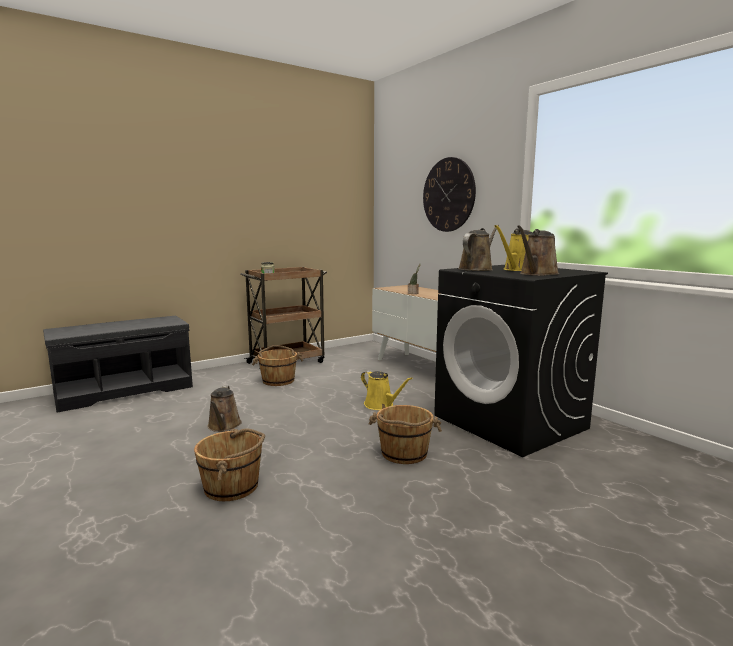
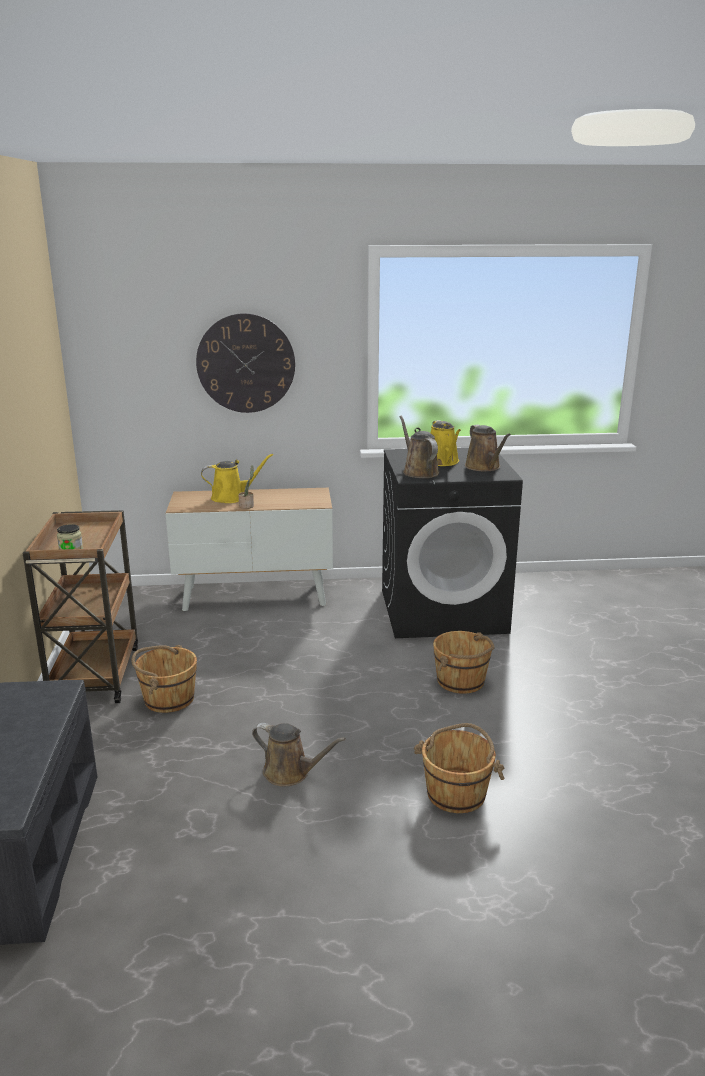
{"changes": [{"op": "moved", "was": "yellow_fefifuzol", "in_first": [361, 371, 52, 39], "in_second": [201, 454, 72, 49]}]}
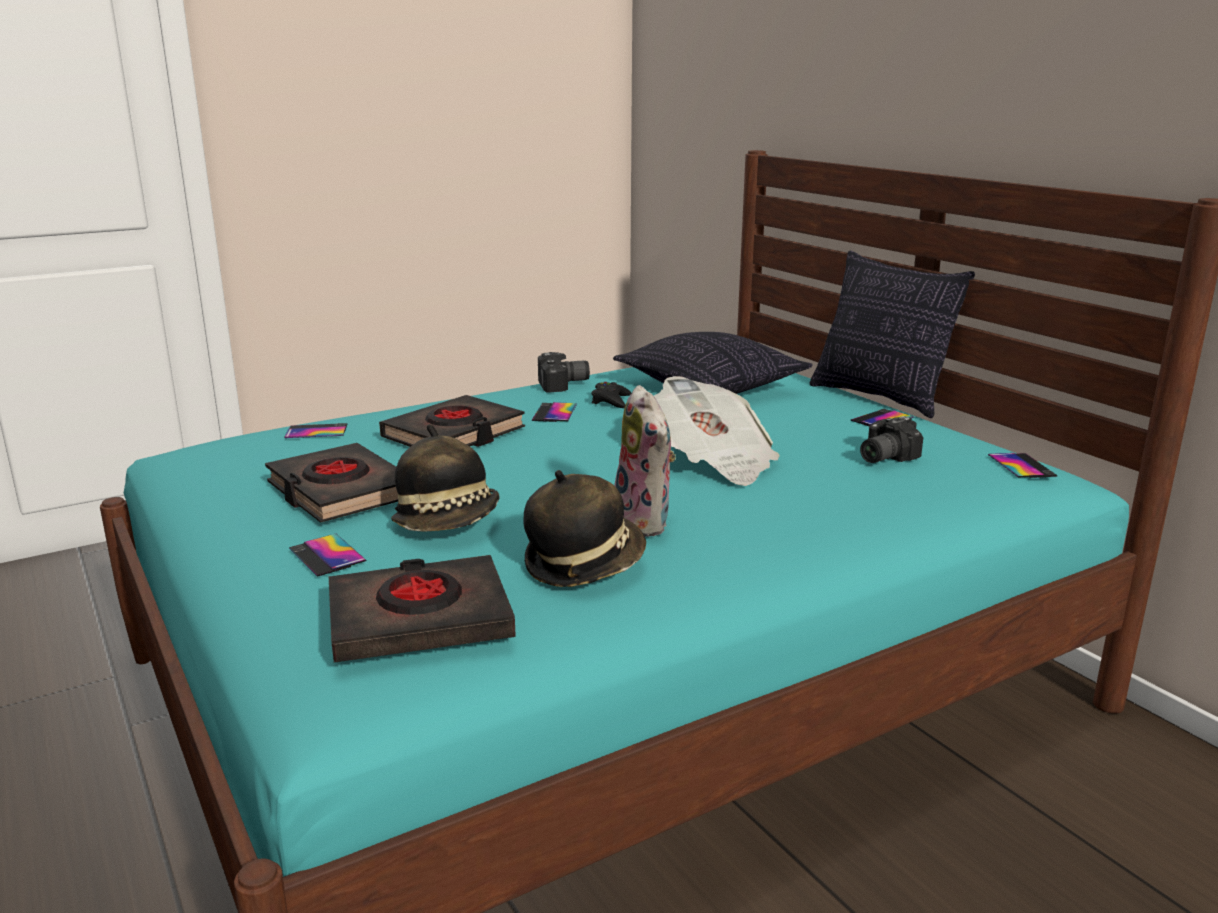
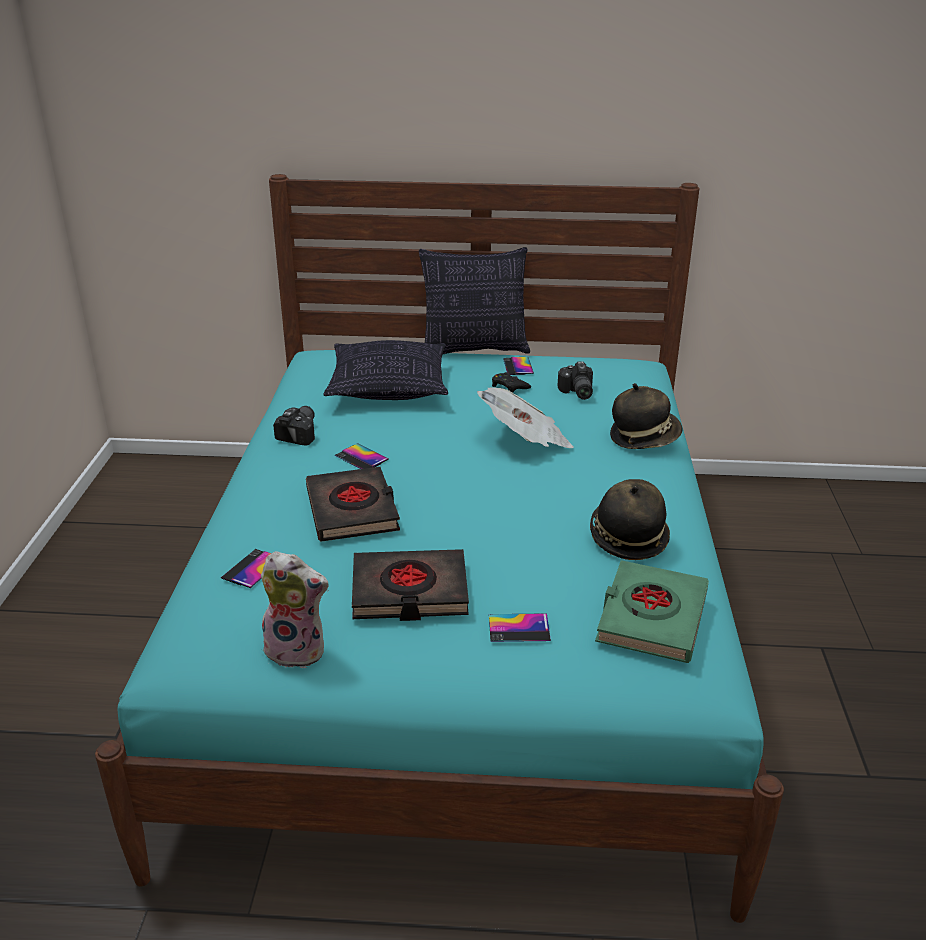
{"changes": [{"op": "removed", "was": "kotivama", "in_first": [988, 453, 70, 25]}, {"op": "moved", "was": "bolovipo", "in_first": [391, 424, 109, 108], "in_second": [610, 383, 72, 66]}, {"op": "moved", "was": "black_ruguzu", "in_first": [592, 382, 39, 26], "in_second": [492, 372, 39, 21]}, {"op": "moved", "was": "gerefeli", "in_first": [614, 385, 62, 152], "in_second": [261, 551, 68, 117]}, {"op": "recoloured", "was": "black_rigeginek", "now": "green_rigeginek", "in_first": [329, 555, 187, 108], "in_second": [595, 560, 114, 103]}]}
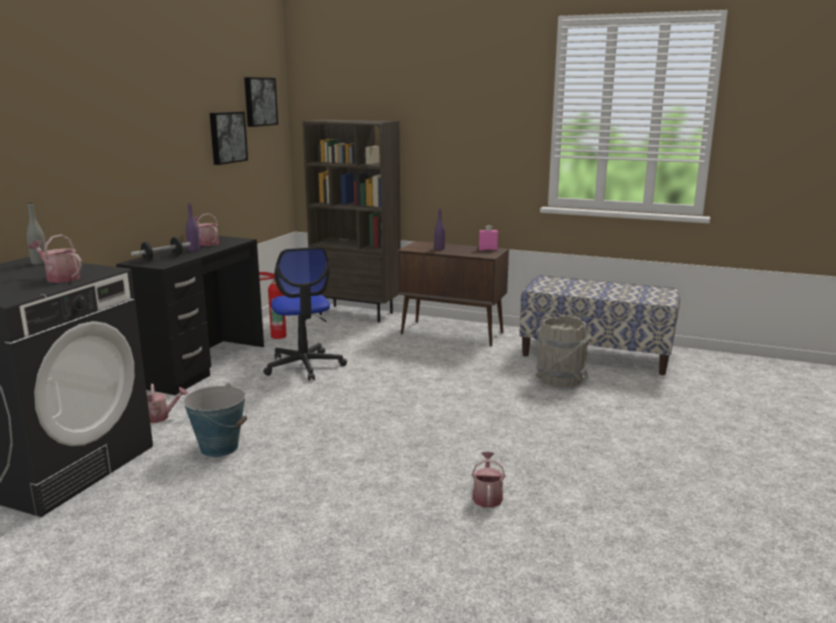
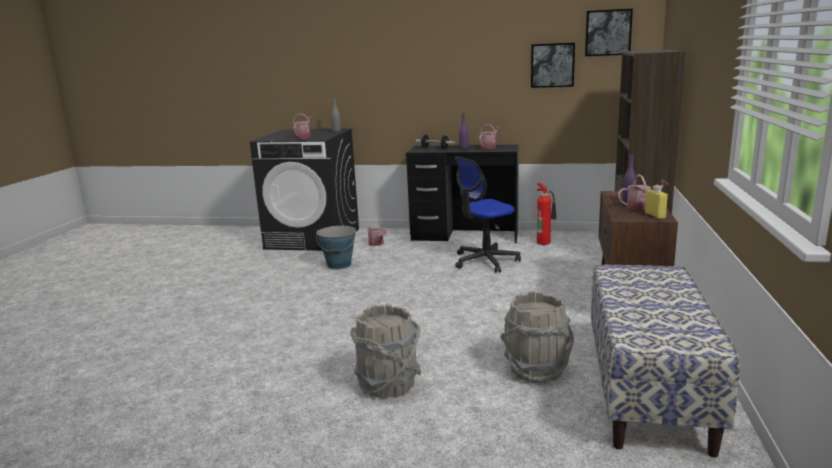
{"changes": [{"op": "added", "now": "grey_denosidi", "in_second": [350, 304, 71, 95]}, {"op": "moved", "was": "fefifuzol", "in_first": [472, 452, 33, 56], "in_second": [618, 175, 51, 35]}, {"op": "recoloured", "was": "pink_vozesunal", "now": "yellow_vozesunal", "in_first": [479, 225, 19, 26], "in_second": [645, 185, 23, 34]}]}
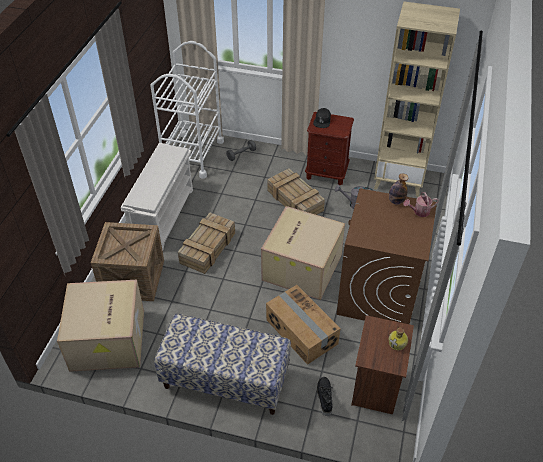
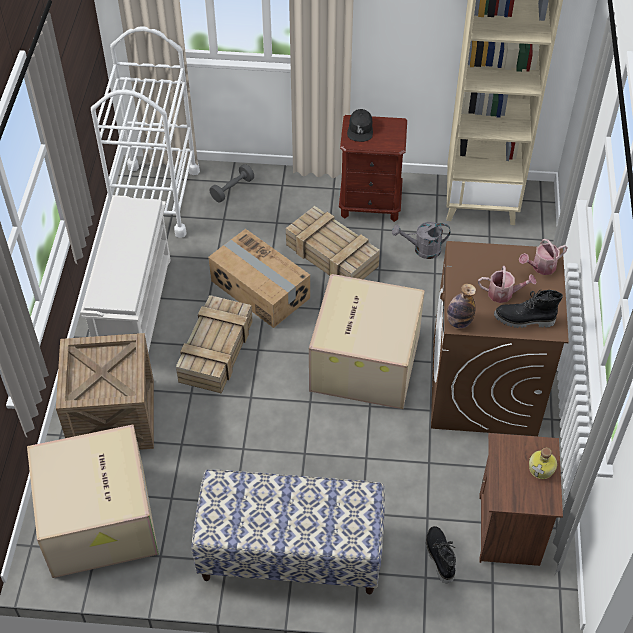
{"changes": [{"op": "added", "now": "fefifuzol", "in_second": [478, 266, 59, 37]}, {"op": "added", "now": "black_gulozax", "in_second": [494, 290, 69, 38]}, {"op": "moved", "was": "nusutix", "in_first": [266, 285, 75, 80], "in_second": [208, 229, 102, 99]}, {"op": "moved", "was": "vozesunal", "in_first": [389, 173, 19, 32], "in_second": [447, 283, 29, 45]}]}
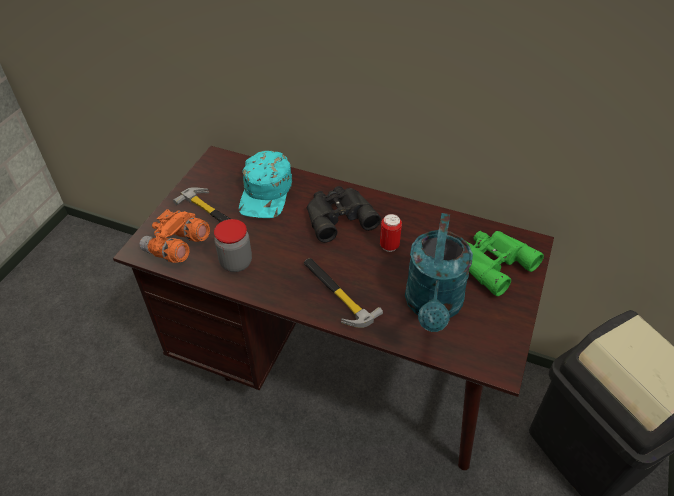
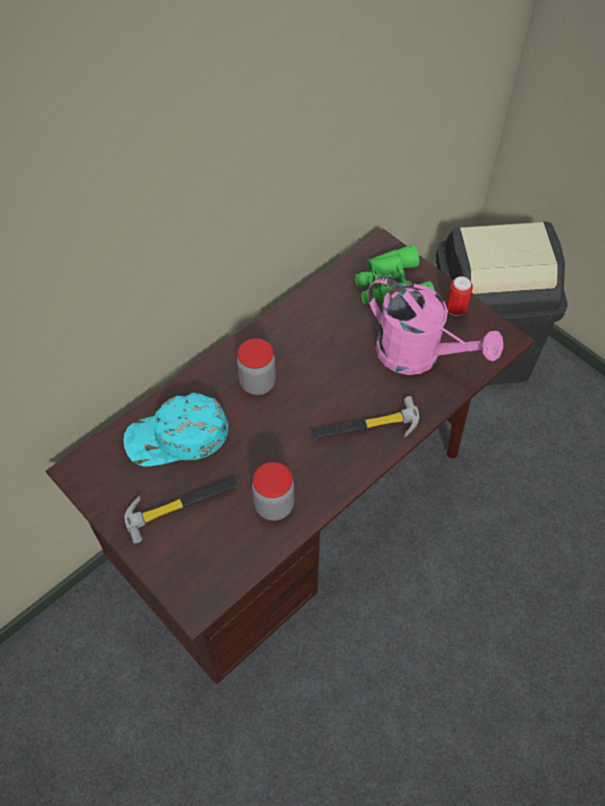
{"changes": [{"op": "removed", "was": "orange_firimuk", "in_first": [139, 209, 71, 54]}, {"op": "moved", "was": "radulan", "in_first": [380, 214, 22, 38], "in_second": [446, 276, 27, 40]}, {"op": "replaced", "was": "black_firimuk", "now": "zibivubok", "in_first": [307, 186, 74, 57], "in_second": [237, 338, 39, 57]}, {"op": "recoloured", "was": "turquoise_fefifuzol", "now": "pink_fefifuzol", "in_first": [405, 213, 68, 119], "in_second": [368, 277, 135, 98]}, {"op": "turned", "was": "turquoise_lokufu", "in_first": [239, 151, 53, 67], "in_second": [123, 392, 105, 74], "clockwise": 135}]}
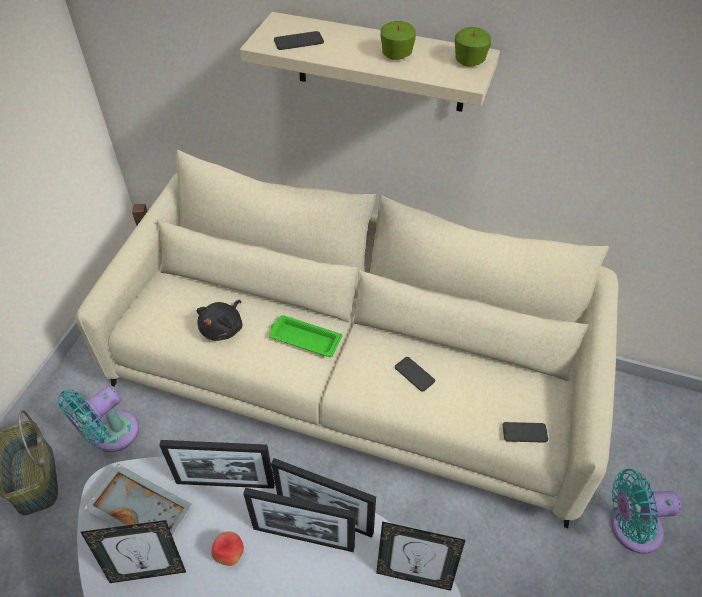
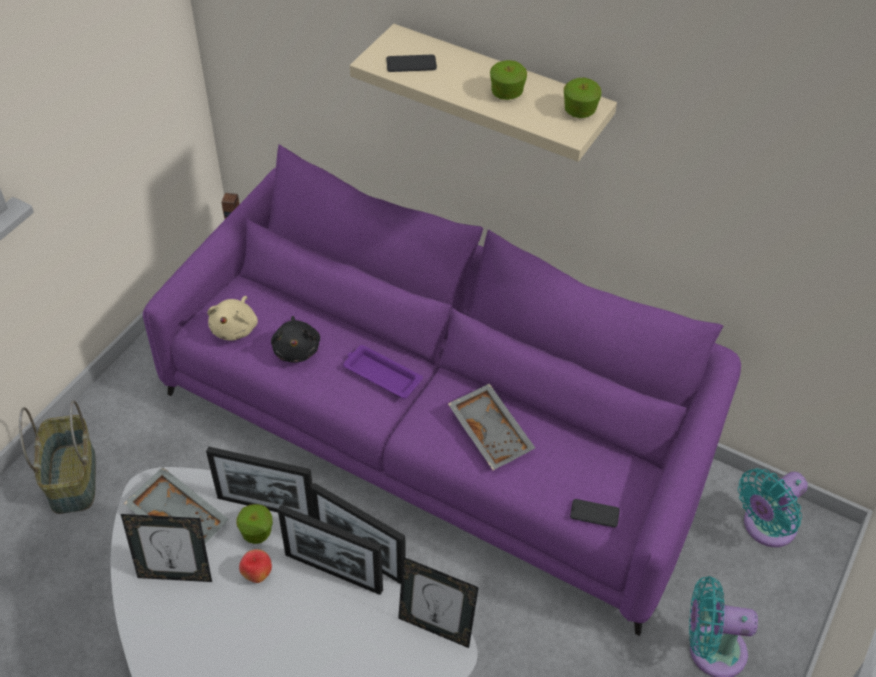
{"changes": [{"op": "added", "now": "beige_gerefeli", "in_second": [207, 296, 51, 45]}, {"op": "added", "now": "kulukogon", "in_second": [236, 504, 37, 40]}, {"op": "moved", "was": "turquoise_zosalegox", "in_first": [58, 386, 81, 66], "in_second": [738, 468, 70, 79]}, {"op": "replaced", "was": "kotivama", "now": "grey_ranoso", "in_first": [395, 357, 40, 35], "in_second": [448, 383, 87, 87]}, {"op": "recoloured", "was": "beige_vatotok", "now": "purple_vatotok", "in_first": [76, 150, 542, 378], "in_second": [143, 144, 598, 492]}, {"op": "recoloured", "was": "green_ranoso", "now": "purple_ranoso", "in_first": [269, 315, 74, 42], "in_second": [343, 345, 80, 54]}, {"op": "turned", "was": "black_gerefeli", "in_first": [197, 300, 46, 41], "in_second": [271, 316, 49, 46], "clockwise": -45}]}
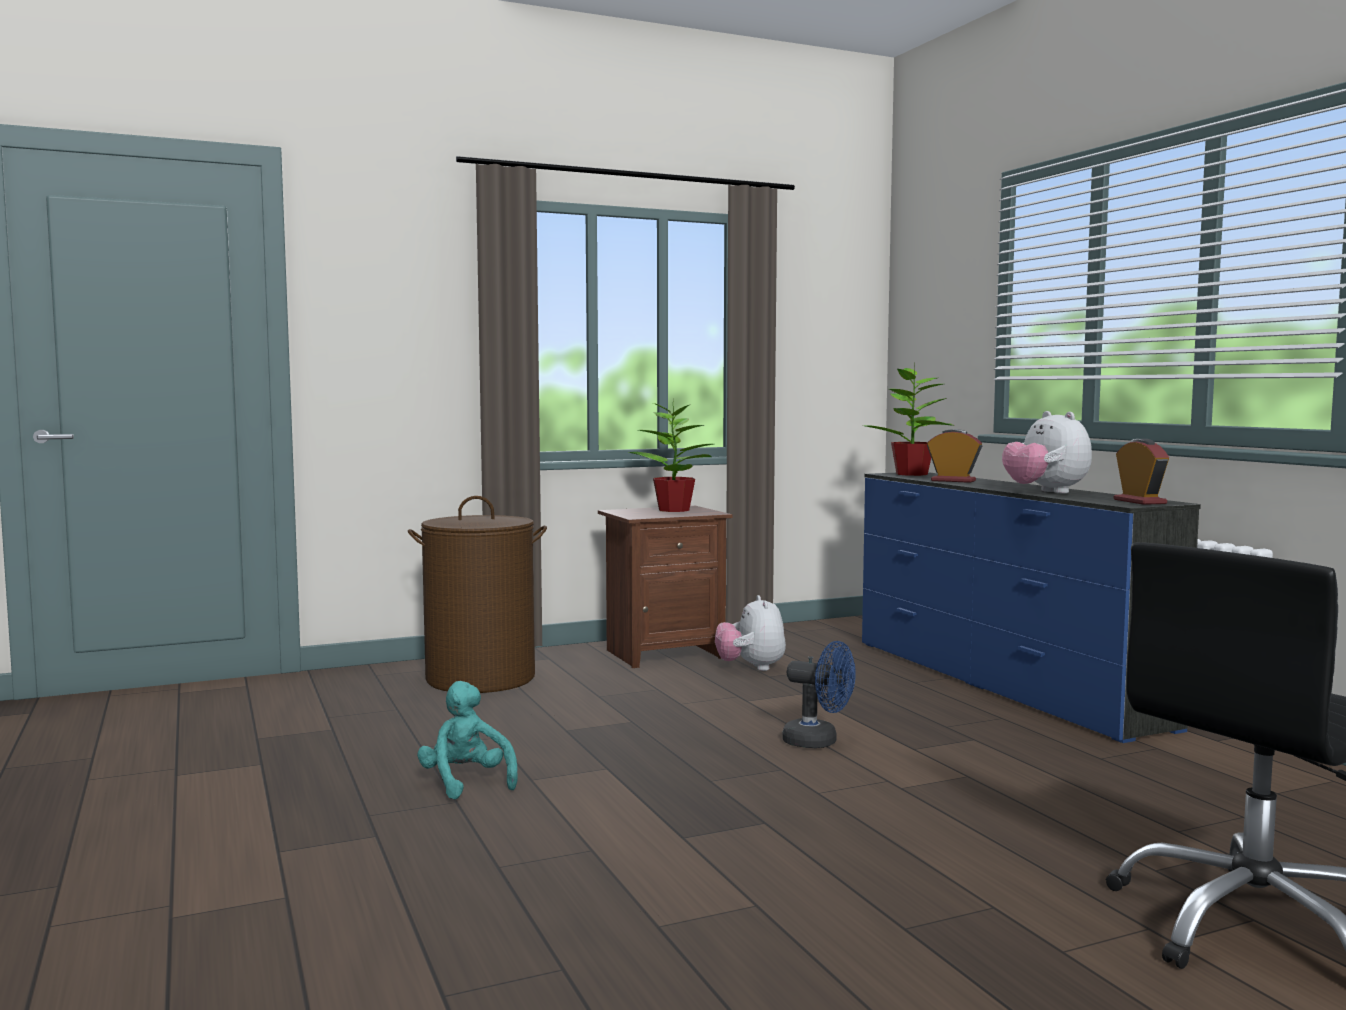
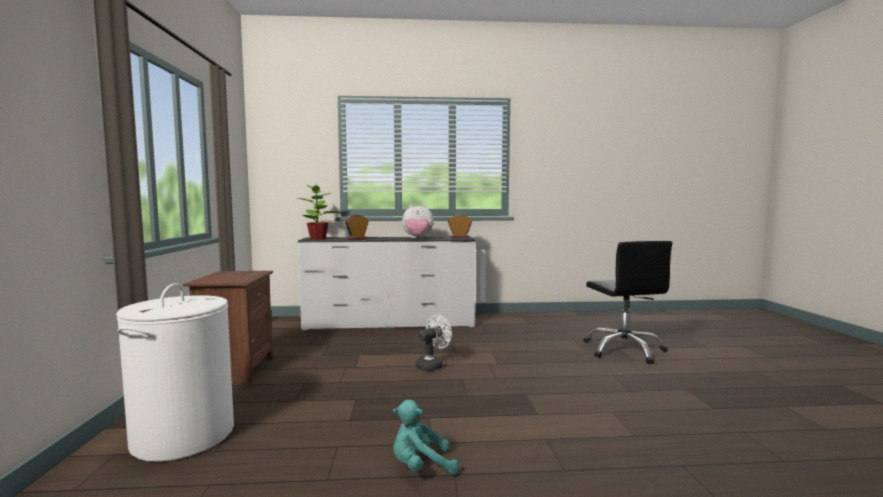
{"changes": [{"op": "removed", "was": "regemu", "in_first": [629, 397, 84, 115]}, {"op": "removed", "was": "gerefeli", "in_first": [715, 595, 71, 76]}, {"op": "recoloured", "was": "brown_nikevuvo", "now": "white_nikevuvo", "in_first": [408, 496, 139, 197], "in_second": [116, 283, 118, 179]}, {"op": "recoloured", "was": "blue_zosalegox", "now": "white_zosalegox", "in_first": [782, 641, 74, 107], "in_second": [416, 314, 36, 57]}, {"op": "recoloured", "was": "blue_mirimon", "now": "white_mirimon", "in_first": [862, 472, 339, 271], "in_second": [298, 237, 178, 93]}]}
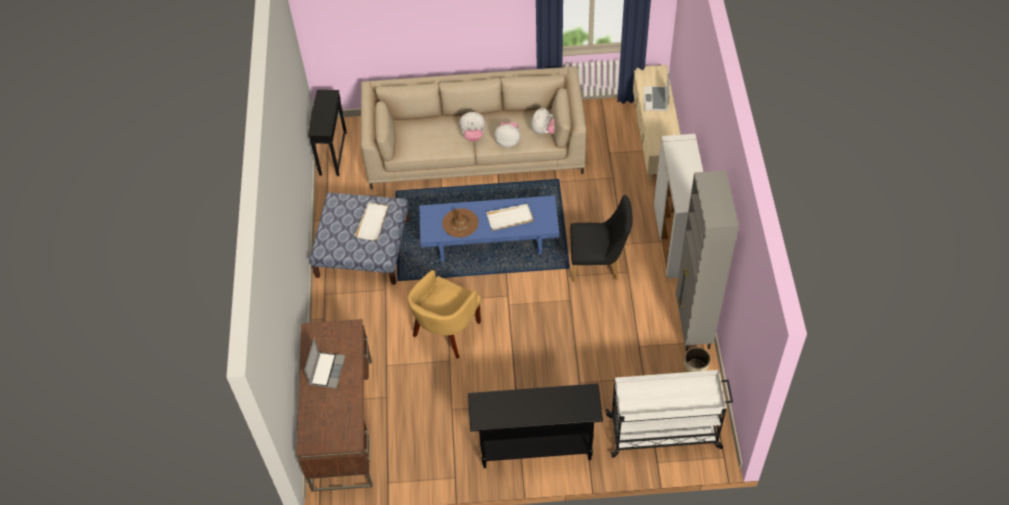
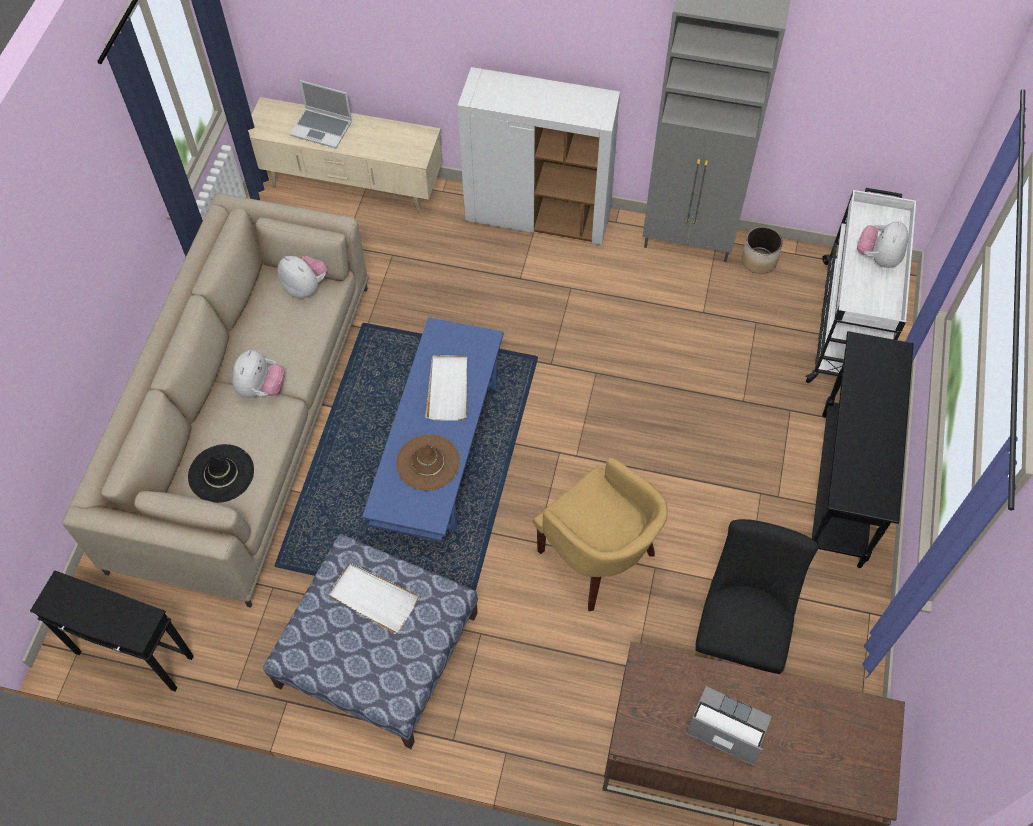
{"changes": [{"op": "added", "now": "black_bolovipo", "in_second": [188, 444, 66, 59]}, {"op": "moved", "was": "gerefeli", "in_first": [494, 122, 26, 26], "in_second": [857, 221, 51, 47]}, {"op": "moved", "was": "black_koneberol", "in_first": [570, 195, 63, 87], "in_second": [694, 519, 125, 155]}]}
